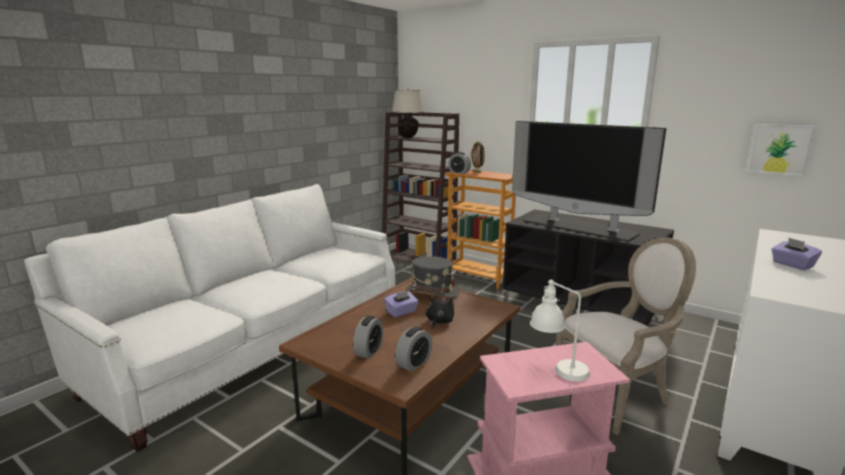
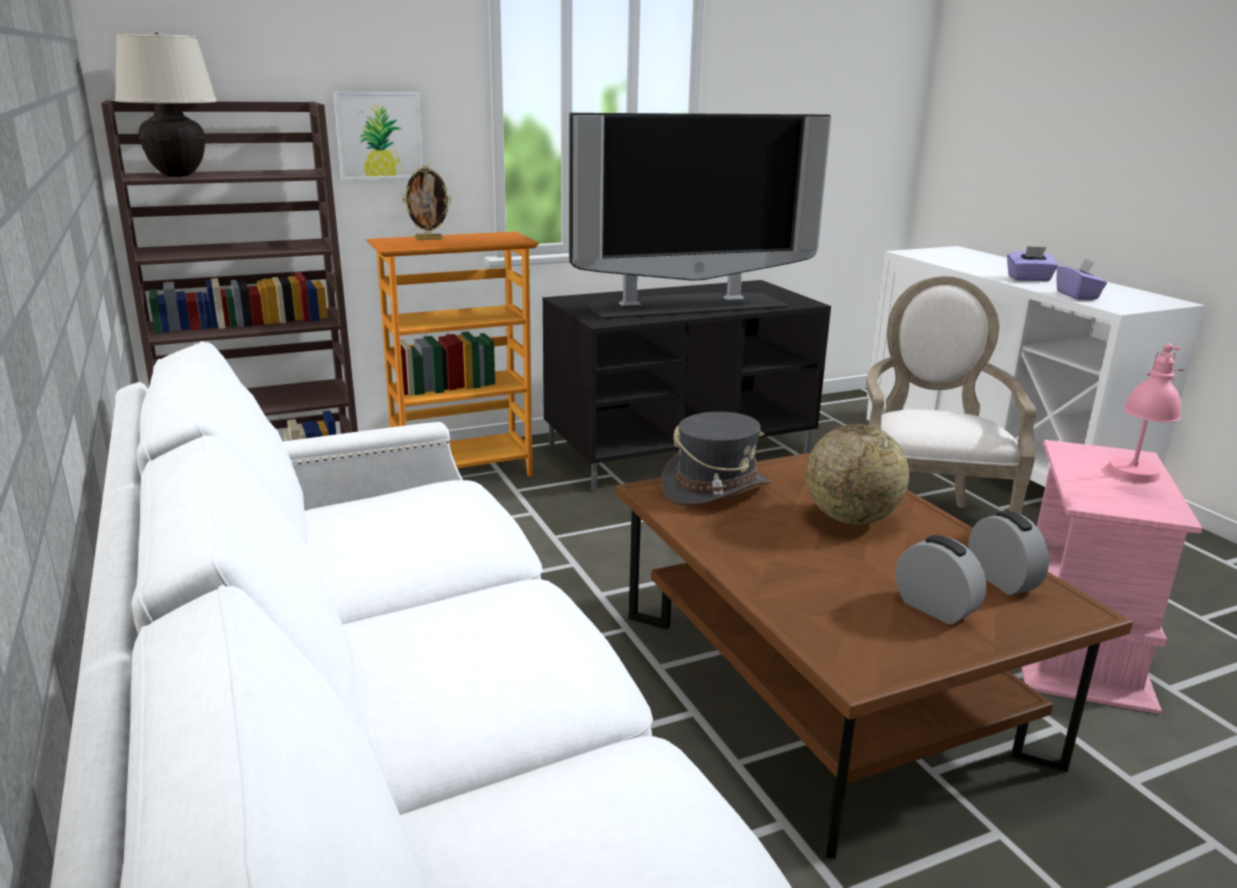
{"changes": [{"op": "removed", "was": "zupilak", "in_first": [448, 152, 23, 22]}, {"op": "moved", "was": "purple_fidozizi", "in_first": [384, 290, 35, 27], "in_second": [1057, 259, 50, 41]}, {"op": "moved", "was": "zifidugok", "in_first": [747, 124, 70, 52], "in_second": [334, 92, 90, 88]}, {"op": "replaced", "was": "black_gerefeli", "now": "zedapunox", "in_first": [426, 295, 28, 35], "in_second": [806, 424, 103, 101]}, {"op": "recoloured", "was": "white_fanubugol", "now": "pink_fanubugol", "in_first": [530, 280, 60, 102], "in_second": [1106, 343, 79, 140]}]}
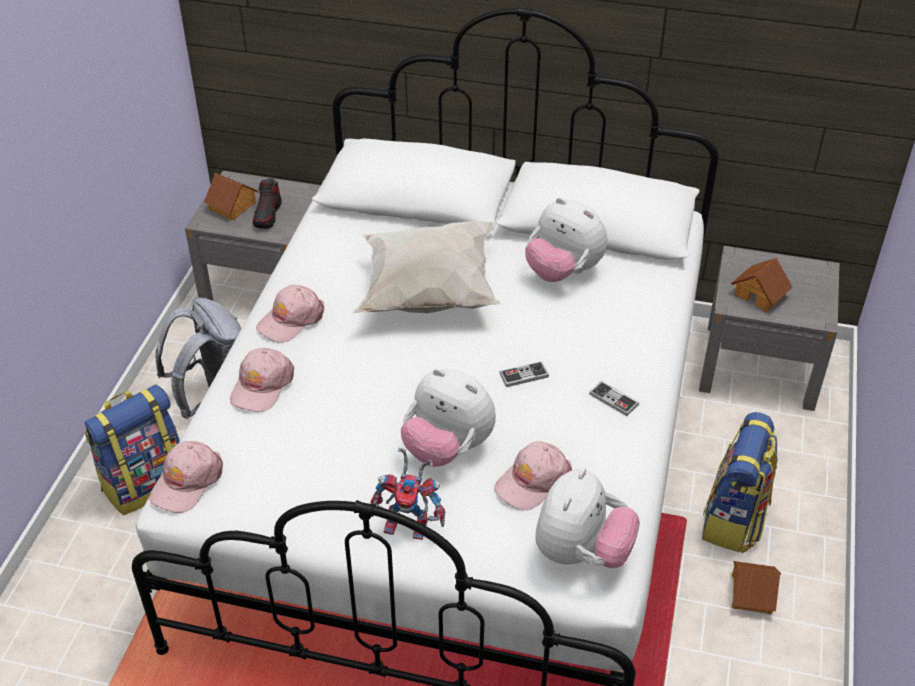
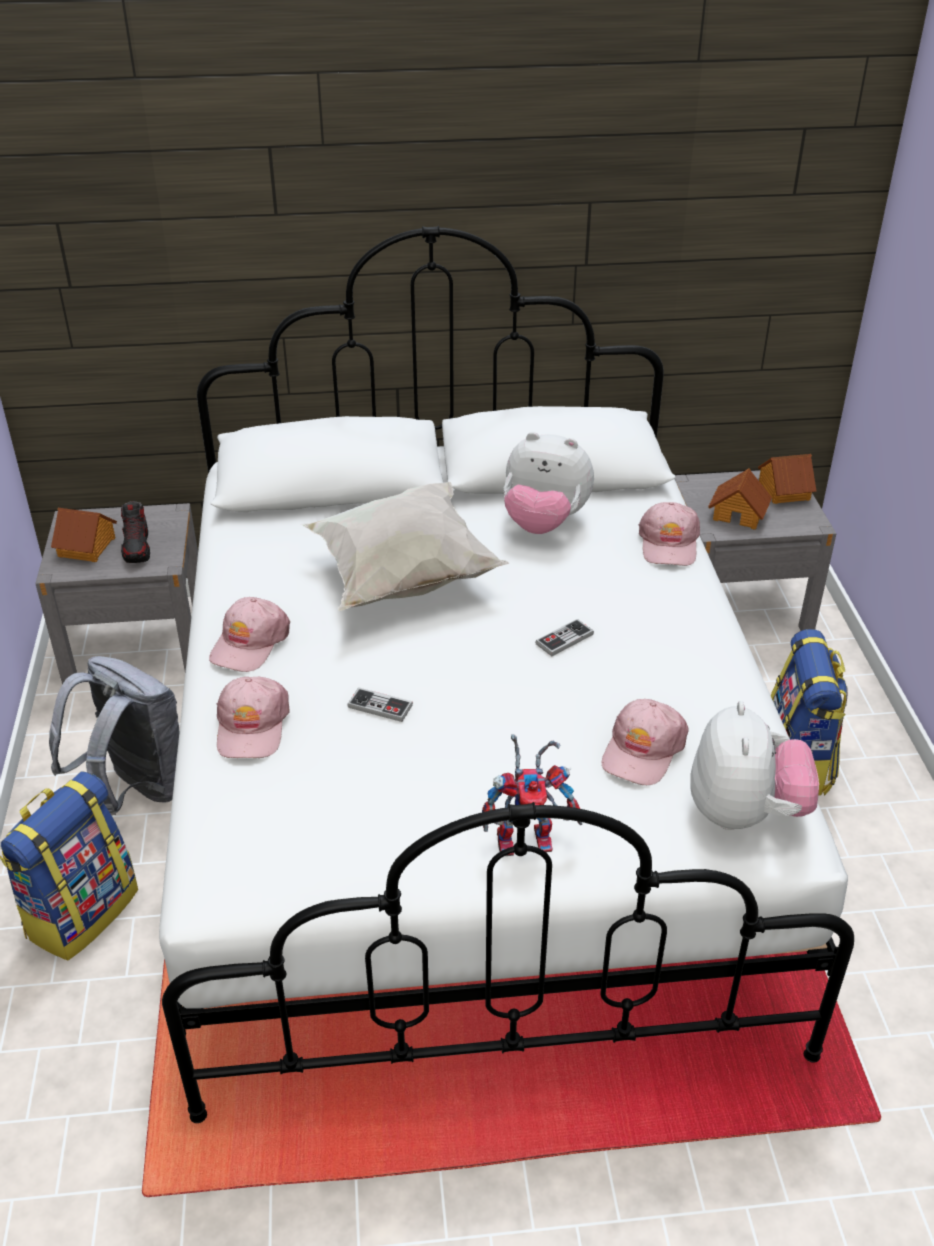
{"changes": [{"op": "removed", "was": "gerefeli", "in_first": [401, 368, 95, 99]}, {"op": "moved", "was": "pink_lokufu", "in_first": [149, 441, 74, 72], "in_second": [639, 502, 61, 64]}, {"op": "moved", "was": "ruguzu", "in_first": [589, 381, 50, 35], "in_second": [347, 688, 66, 34]}, {"op": "moved", "was": "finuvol", "in_first": [732, 561, 49, 53], "in_second": [758, 454, 58, 50]}]}
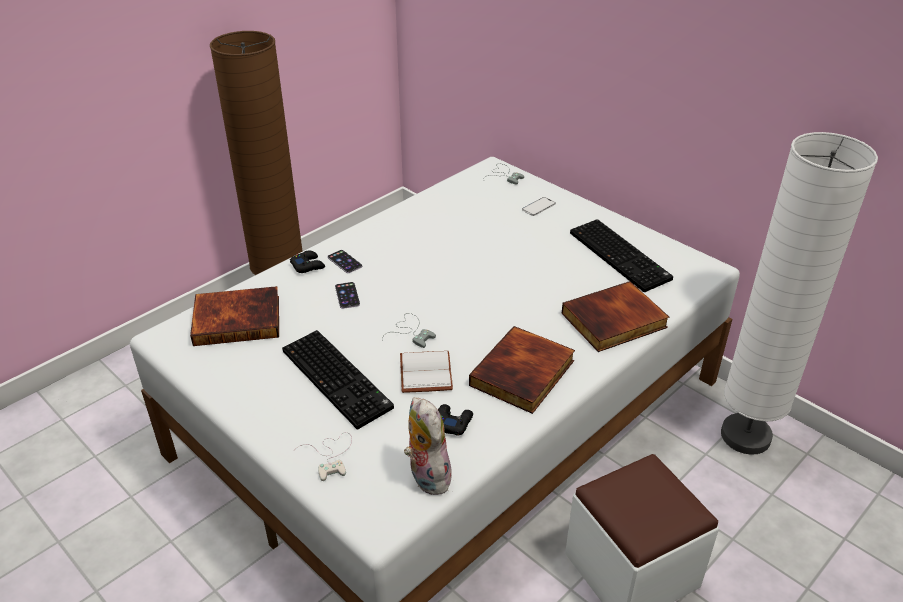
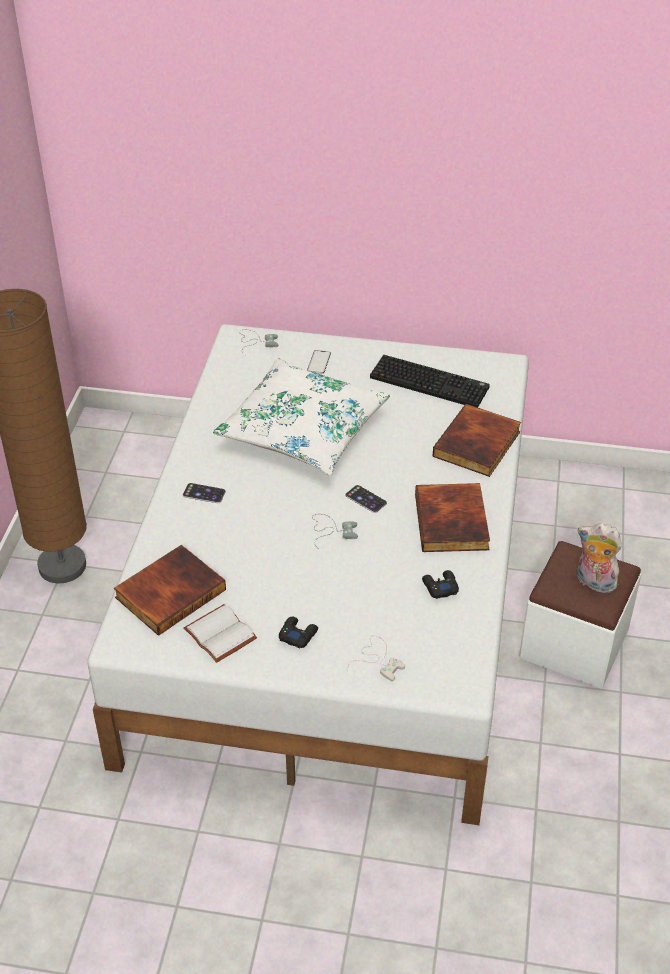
{"changes": [{"op": "removed", "was": "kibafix", "in_first": [282, 330, 112, 100]}, {"op": "removed", "was": "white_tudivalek", "in_first": [721, 132, 157, 323]}, {"op": "added", "now": "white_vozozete", "in_second": [213, 358, 177, 118]}, {"op": "moved", "was": "black_ruguzu", "in_first": [290, 250, 35, 23], "in_second": [279, 617, 39, 31]}, {"op": "moved", "was": "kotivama", "in_first": [335, 282, 25, 27], "in_second": [345, 485, 42, 28]}, {"op": "moved", "was": "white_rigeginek", "in_first": [400, 351, 53, 42], "in_second": [183, 604, 74, 59]}, {"op": "moved", "was": "gerefeli", "in_first": [404, 397, 48, 98], "in_second": [577, 523, 45, 70]}]}
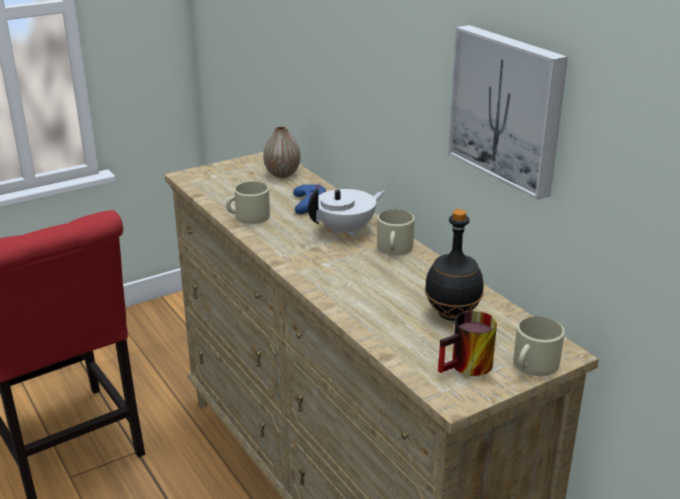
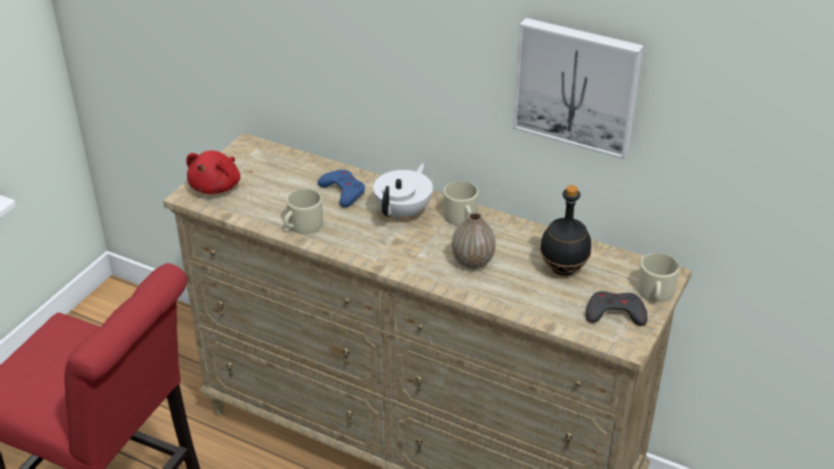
{"changes": [{"op": "added", "now": "red_gerefeli", "in_second": [186, 151, 54, 43]}, {"op": "moved", "was": "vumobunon", "in_first": [263, 126, 38, 52], "in_second": [452, 212, 44, 57]}, {"op": "replaced", "was": "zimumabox", "now": "grey_ruguzu", "in_first": [438, 311, 59, 65], "in_second": [586, 291, 62, 35]}]}
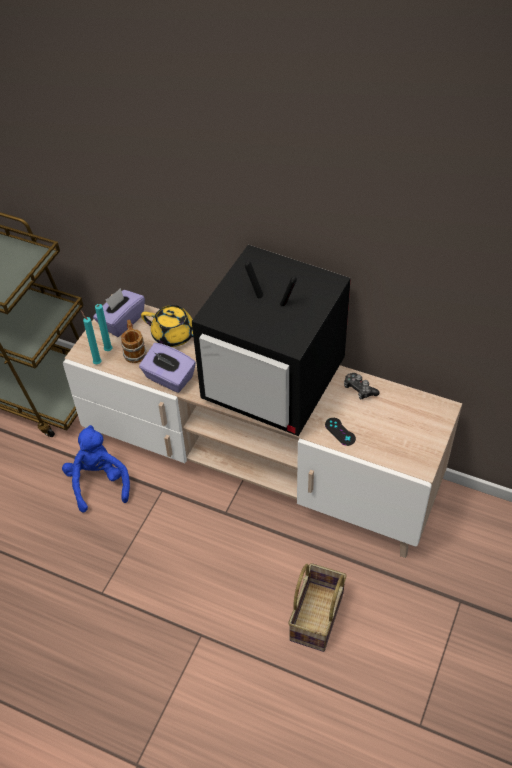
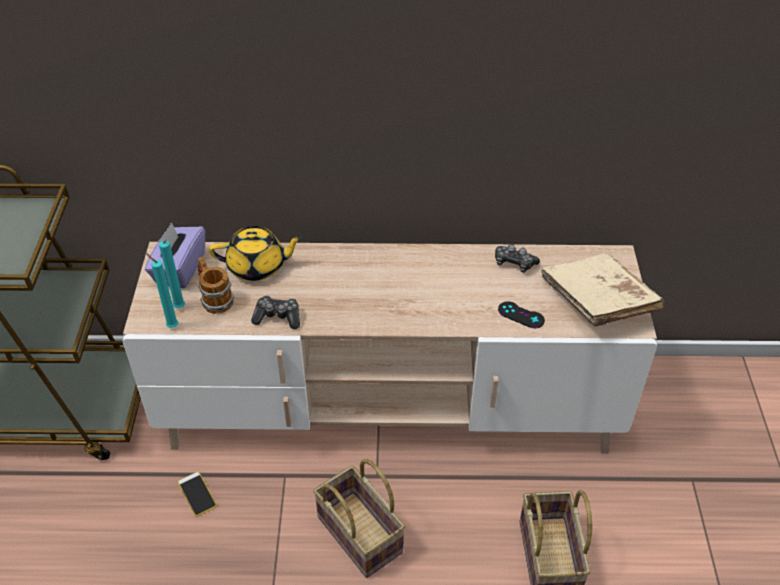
{"changes": [{"op": "removed", "was": "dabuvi", "in_first": [192, 245, 159, 191]}, {"op": "added", "now": "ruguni", "in_second": [313, 459, 92, 119]}, {"op": "added", "now": "beige_rigeginek", "in_second": [541, 253, 123, 74]}, {"op": "replaced", "was": "blue_gerefeli", "now": "kotivama", "in_first": [62, 425, 68, 88], "in_second": [178, 472, 39, 45]}, {"op": "replaced", "was": "purple_fidozizi", "now": "ruguzu", "in_first": [139, 343, 57, 50], "in_second": [251, 295, 49, 34]}]}
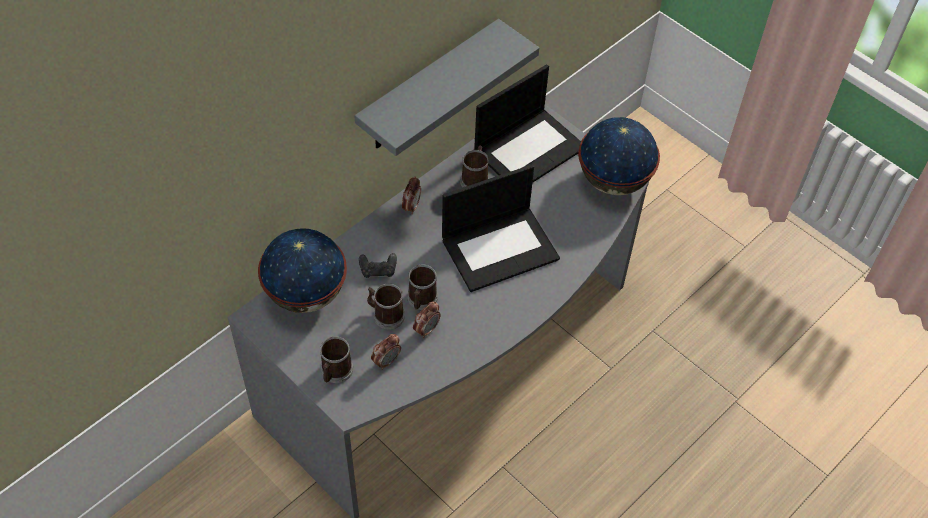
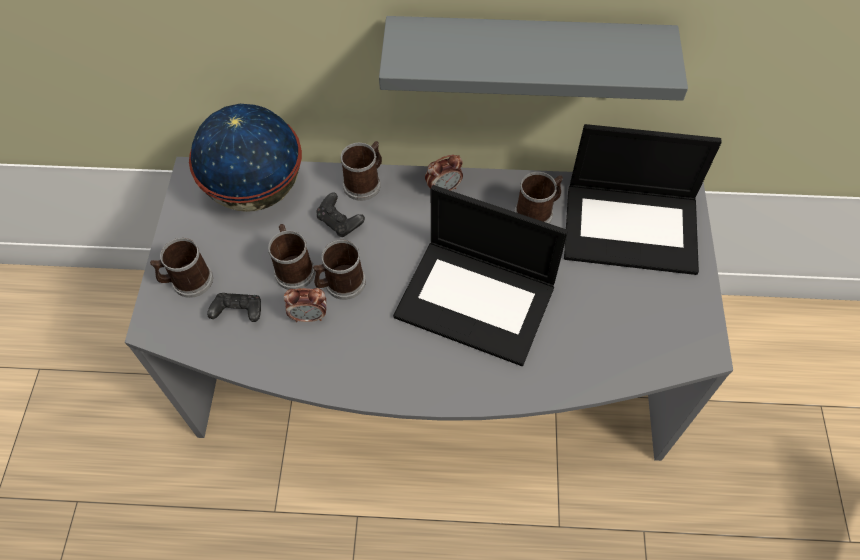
{"changes": [{"op": "removed", "was": "zedapunox", "in_first": [578, 117, 82, 78]}, {"op": "added", "now": "zimumabox", "in_second": [340, 141, 42, 60]}, {"op": "replaced", "was": "zupilak", "now": "black_ruguzu", "in_first": [371, 334, 30, 36], "in_second": [207, 293, 54, 29]}]}
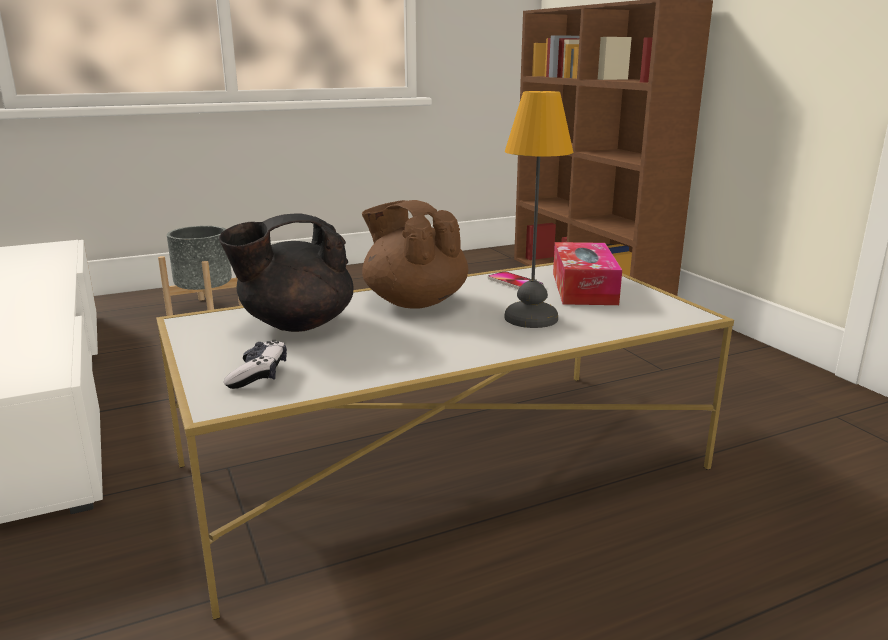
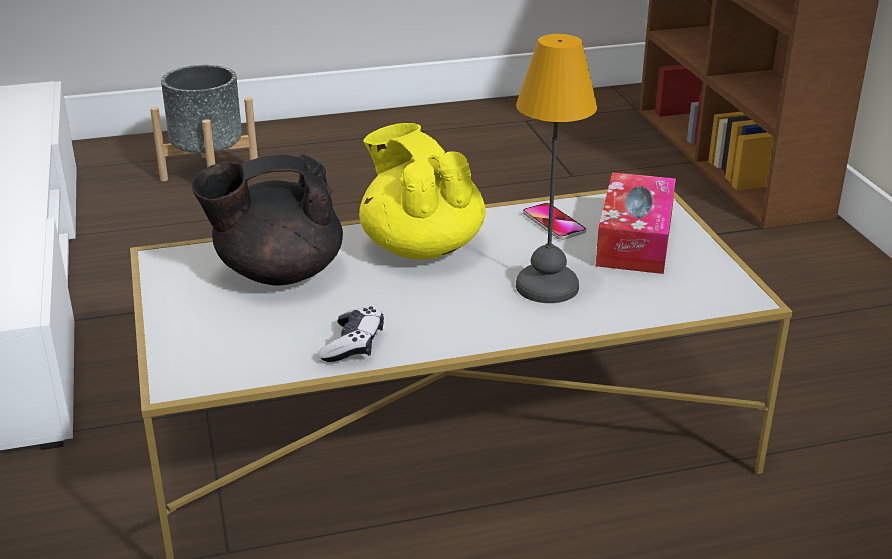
{"changes": [{"op": "moved", "was": "ruguzu", "in_first": [224, 340, 63, 49], "in_second": [319, 307, 65, 55]}, {"op": "recoloured", "was": "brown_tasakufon", "now": "yellow_tasakufon", "in_first": [362, 200, 106, 109], "in_second": [359, 123, 127, 137]}]}
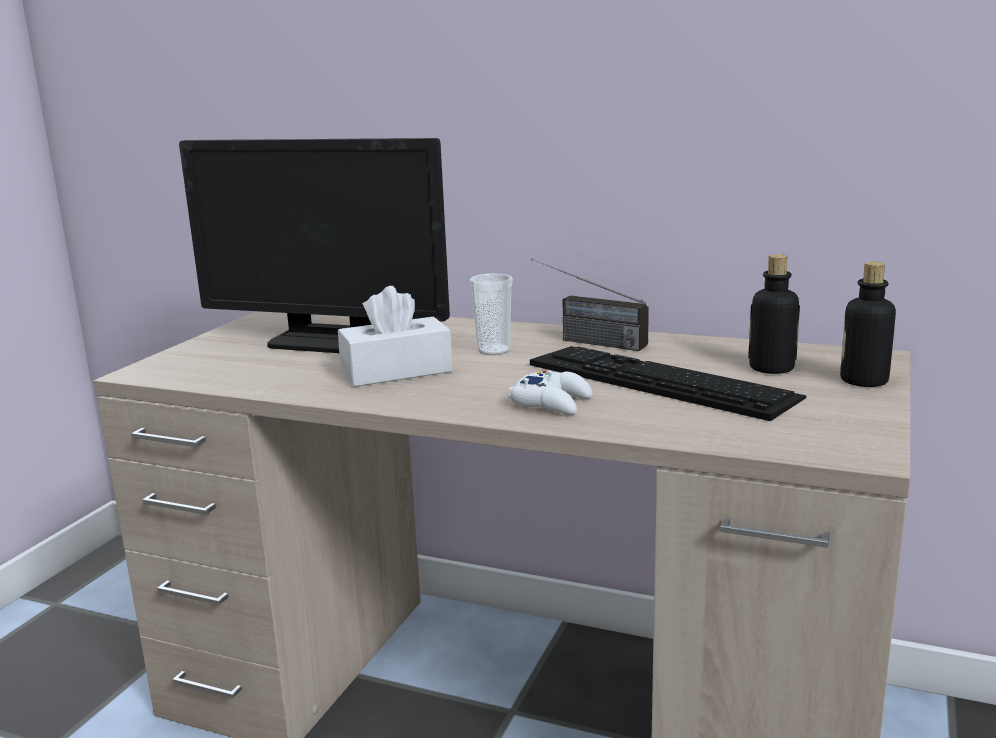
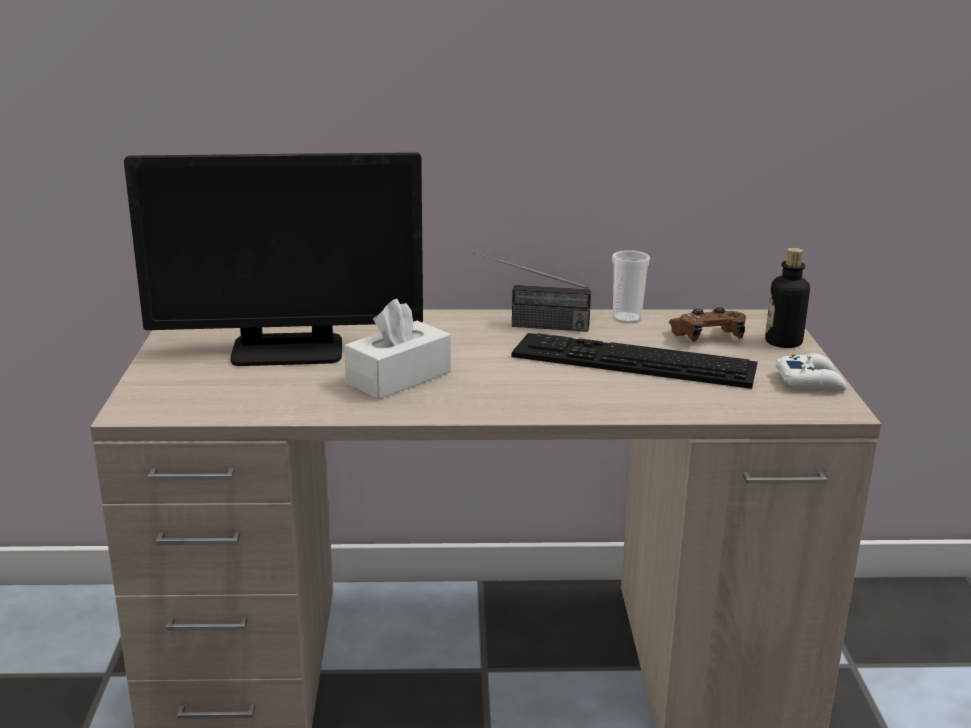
{"changes": [{"op": "moved", "was": "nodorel", "in_first": [470, 273, 43, 82], "in_second": [612, 250, 38, 73]}, {"op": "moved", "was": "white_ruguzu", "in_first": [509, 370, 84, 45], "in_second": [776, 353, 70, 38]}, {"op": "replaced", "was": "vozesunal", "now": "brown_ruguzu", "in_first": [748, 254, 52, 120], "in_second": [669, 307, 77, 35]}]}
